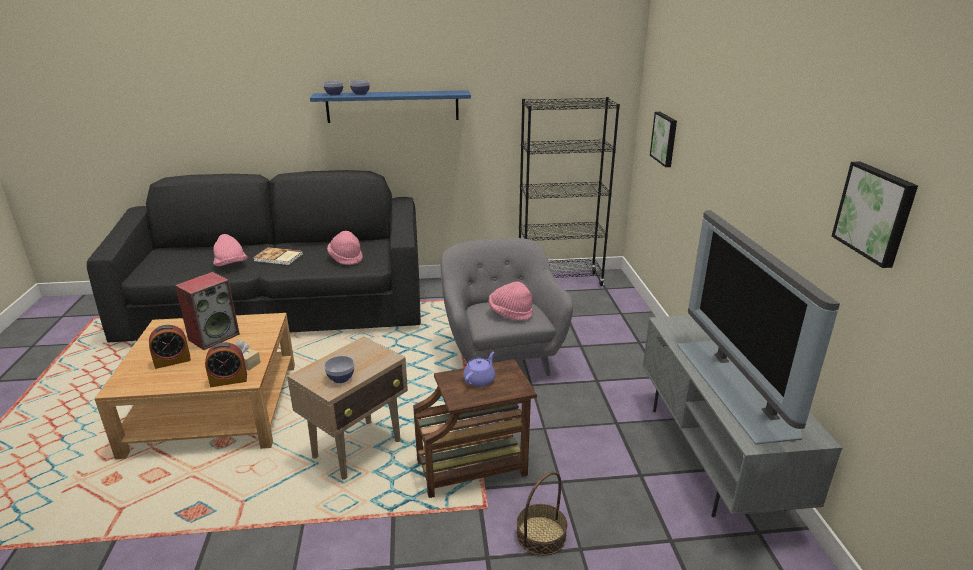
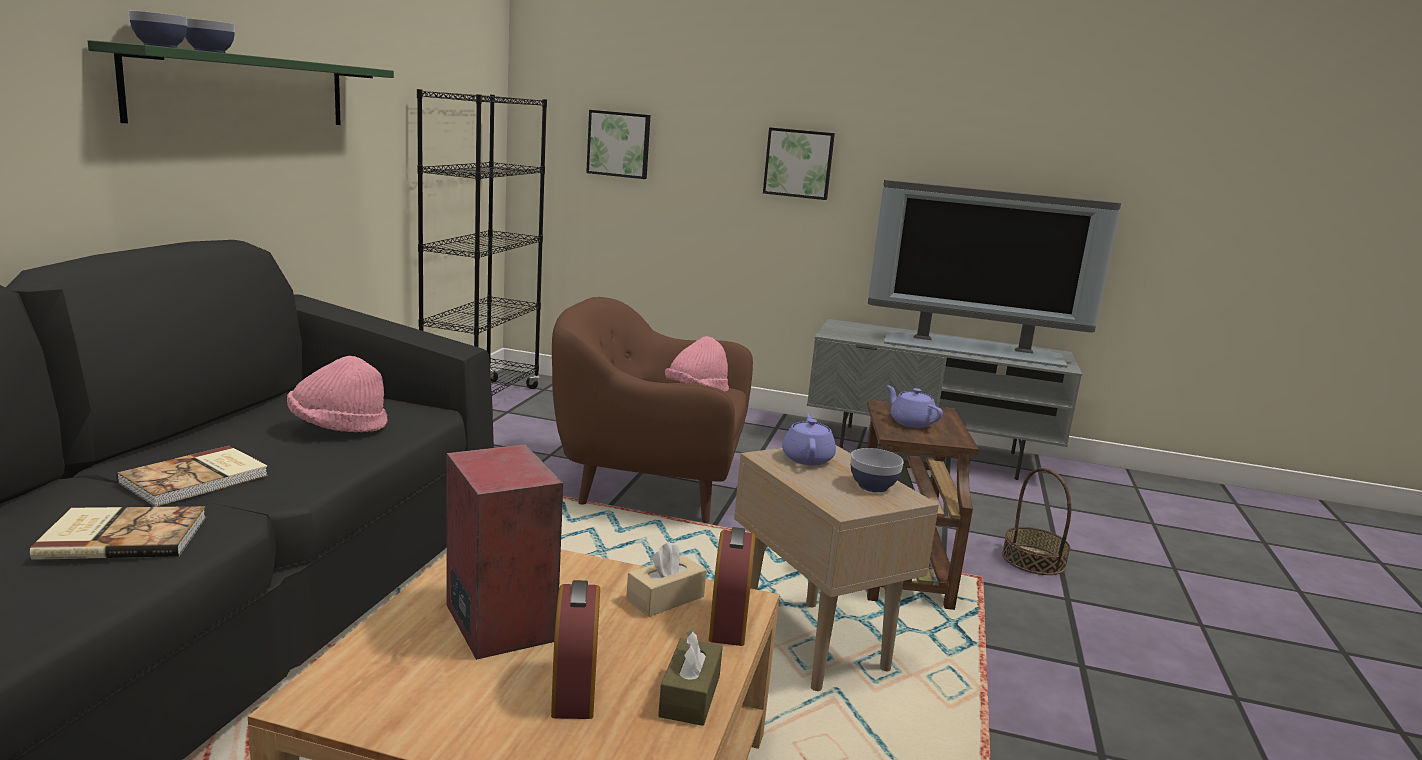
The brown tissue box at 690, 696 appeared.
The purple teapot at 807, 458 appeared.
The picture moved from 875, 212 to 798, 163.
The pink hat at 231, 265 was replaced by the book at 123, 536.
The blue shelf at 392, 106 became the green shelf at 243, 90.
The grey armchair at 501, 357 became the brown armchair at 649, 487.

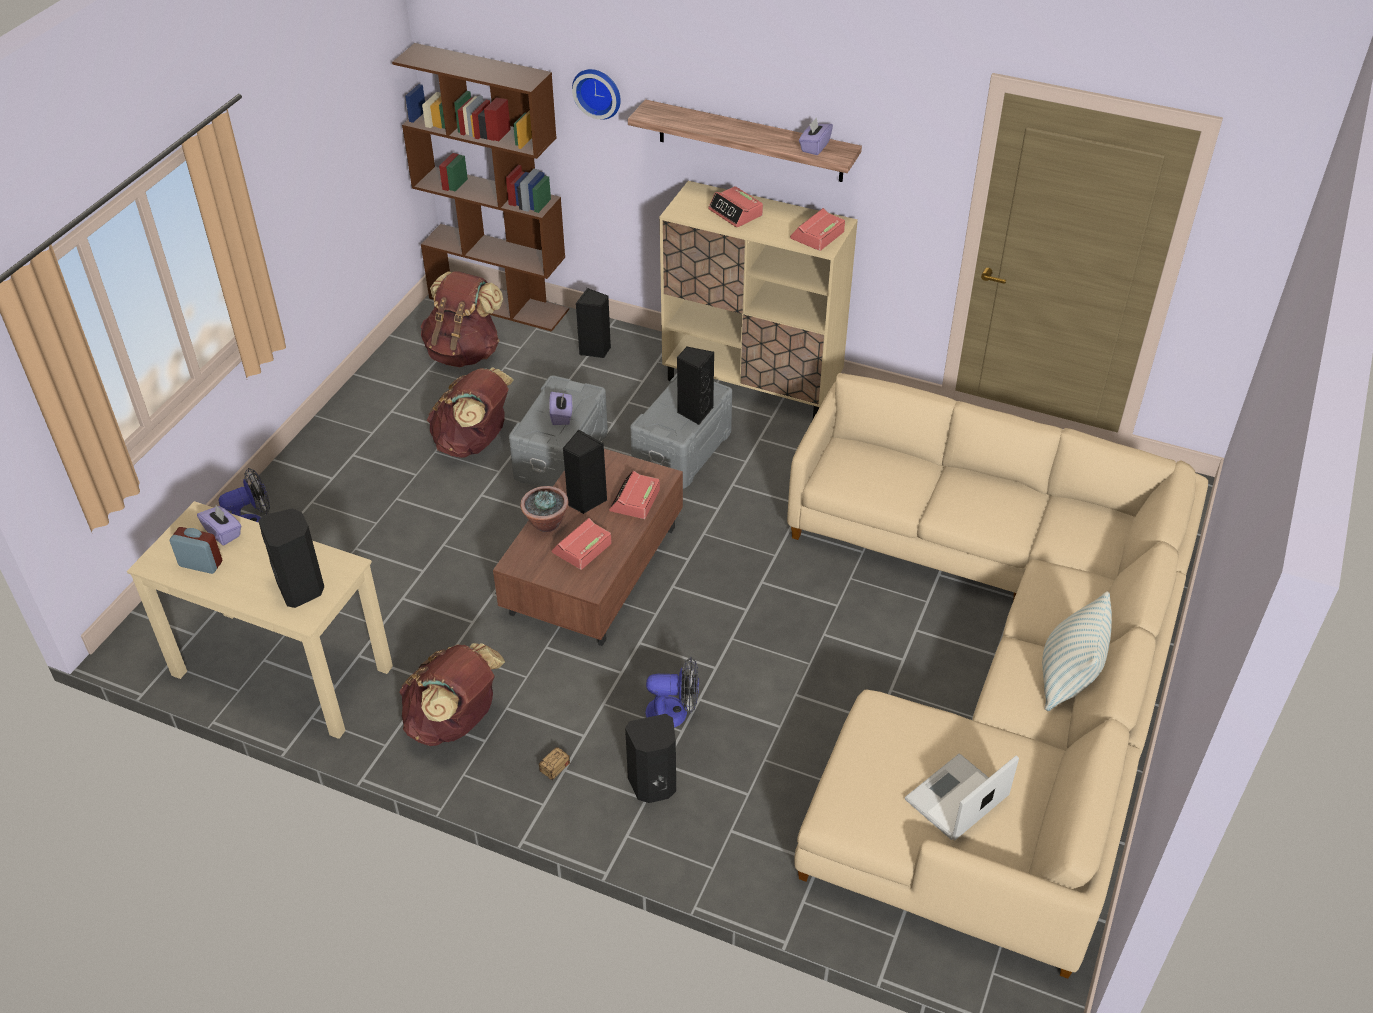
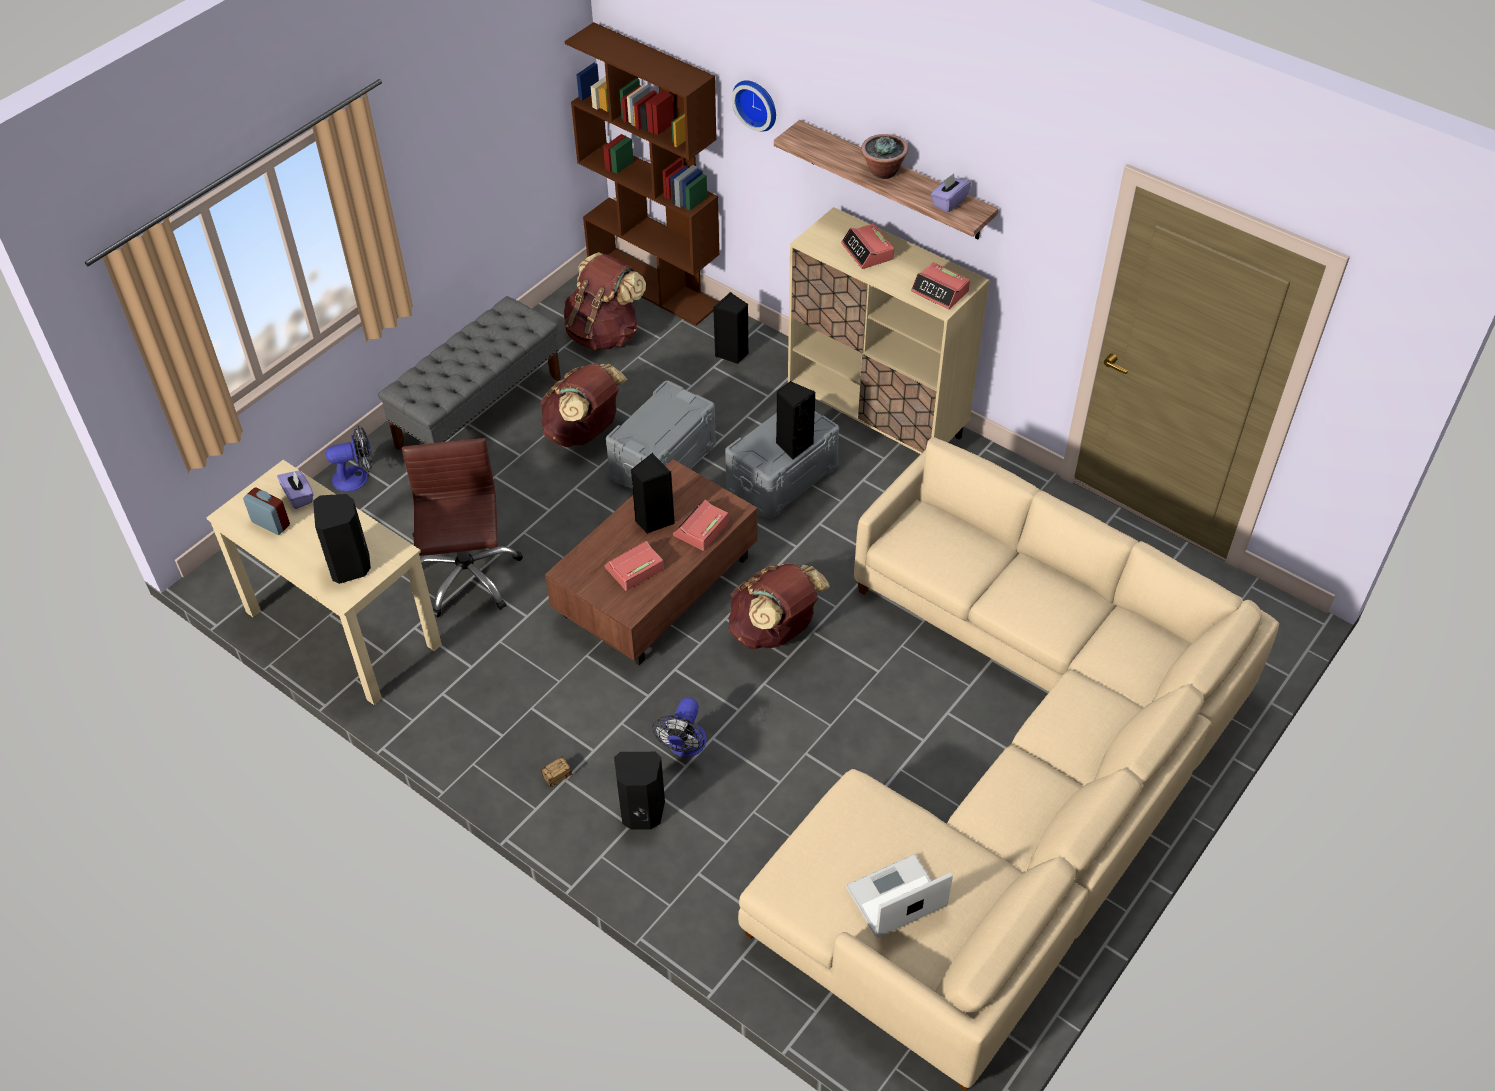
The purple tissue box at 561, 416 disappeared.
The pillow at 1067, 679 disappeared.
The grey bench at 479, 412 appeared.
The brown office chair at 467, 576 appeared.
The brown backpack moved from 455, 722 to 774, 631.
The potted plant moved from 546, 523 to 883, 171.
The fan at 674, 712 turned 90 degrees clockwise.
The alarm clock at 817, 235 turned 105 degrees counterclockwise.

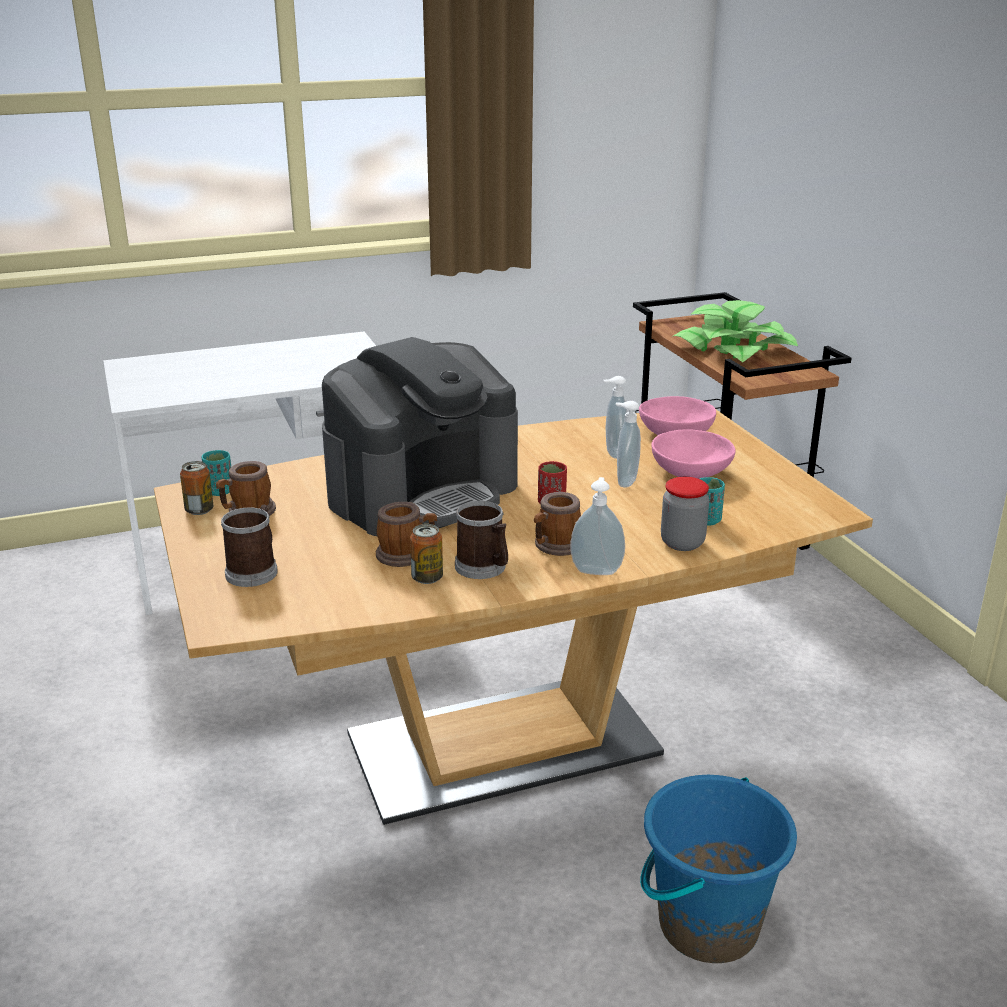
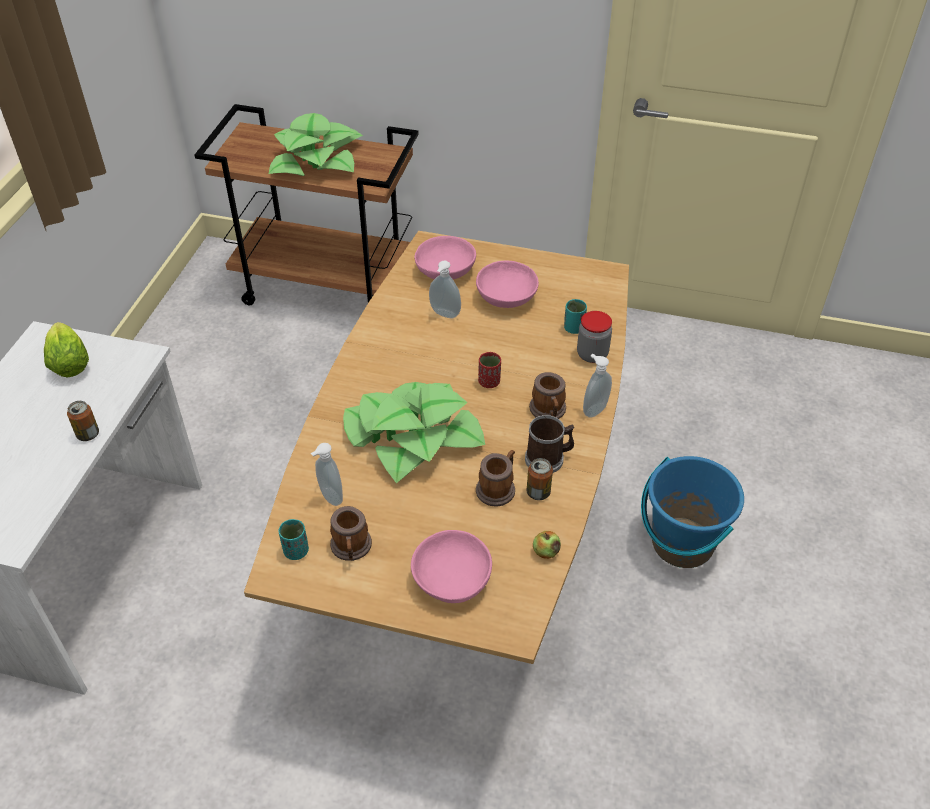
The lettuce at 69, 361 appeared.
The apple at 546, 552 appeared.
The can moved from 199, 510 to 88, 434.
The soap dispenser moved from 624, 481 to 329, 497.
The mug at 255, 570 was replaced by the pink bowl at 451, 580.
The coffee machine at 423, 493 was replaced by the potted plant at 412, 436.

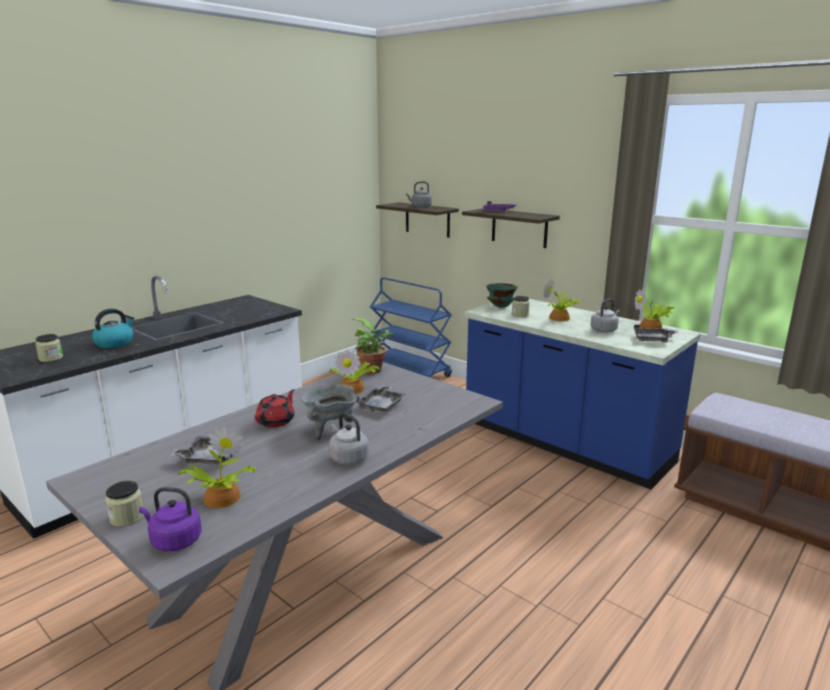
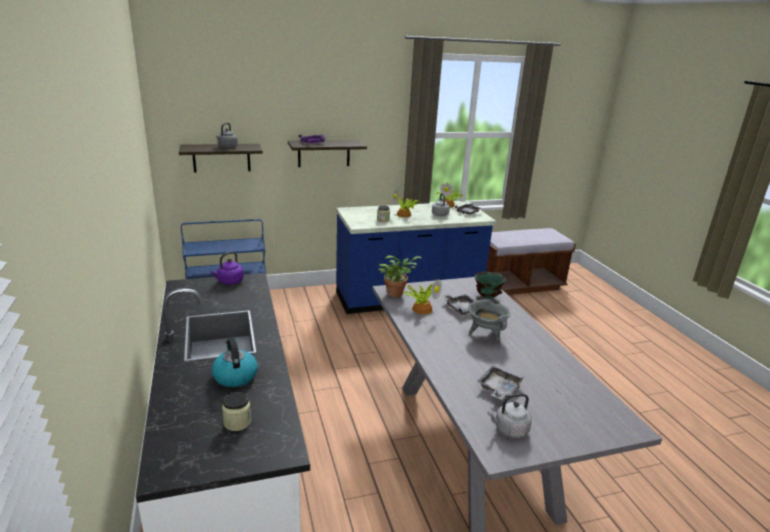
The jar at 127, 517 disappeared.
The potted plant at 220, 499 disappeared.
The red teapot at 276, 421 disappeared.
The purple kettle moved from 174, 541 to 229, 282.
The grey kettle moved from 347, 458 to 509, 430.
The green bowl moved from 500, 307 to 487, 297.

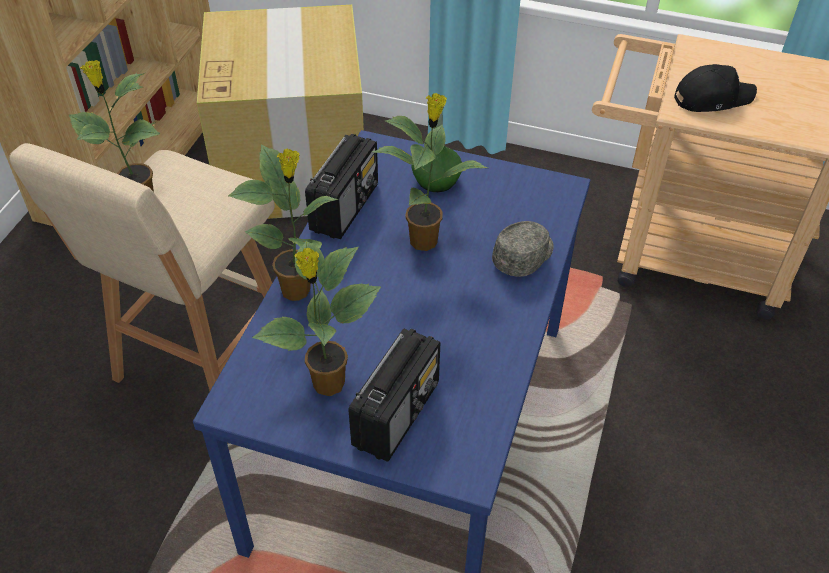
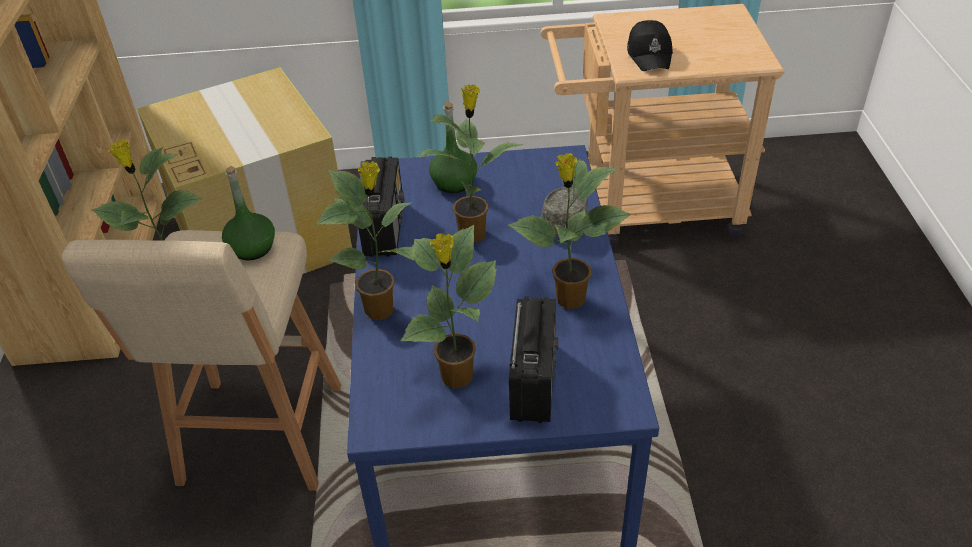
The green bottle at 252, 248 appeared.
The potted plant at 569, 300 appeared.
The black cap at 712, 98 turned 120 degrees clockwise.

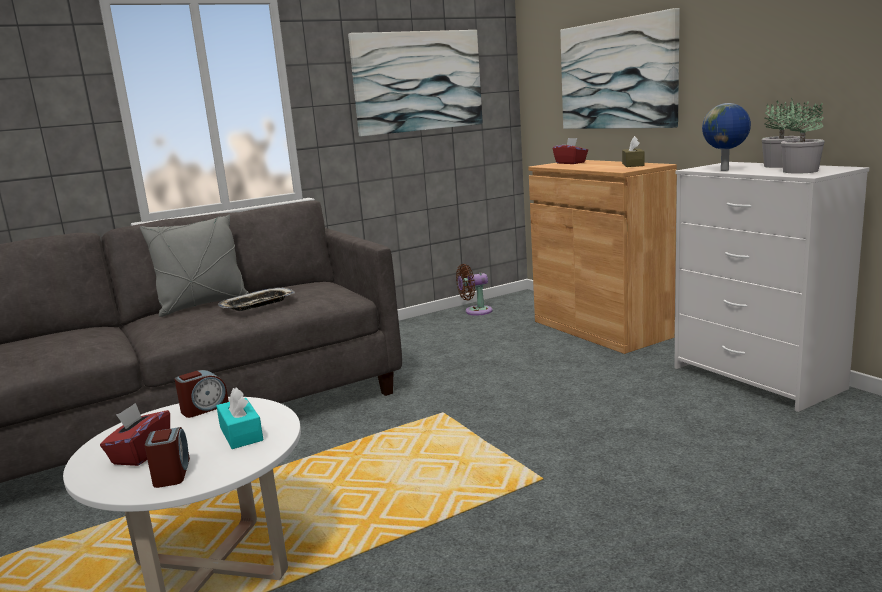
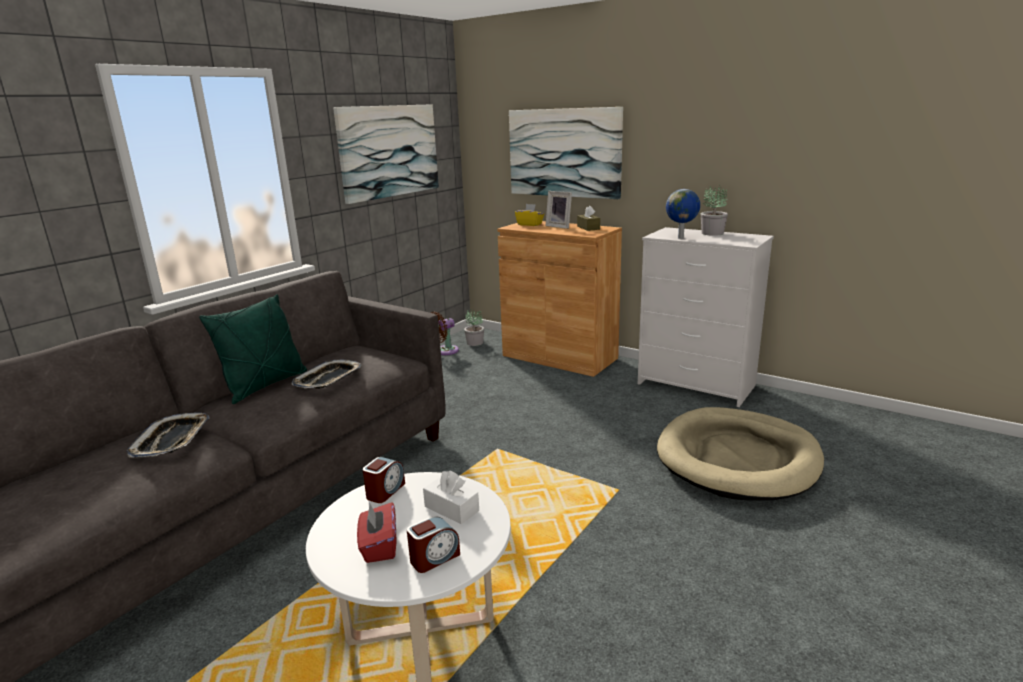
The tray at 172, 440 appeared.
The picture frame at 560, 226 appeared.
The beige dog bed at 737, 458 appeared.
The potted plant moved from 800, 171 to 475, 343.
The grey pillow at 203, 305 became the green pillow at 265, 385.
The turquoise tissue box at 241, 434 became the white tissue box at 451, 509.
The red tissue box at 570, 163 became the yellow tissue box at 530, 224.
The alarm clock at 172, 473 turned 90 degrees clockwise.

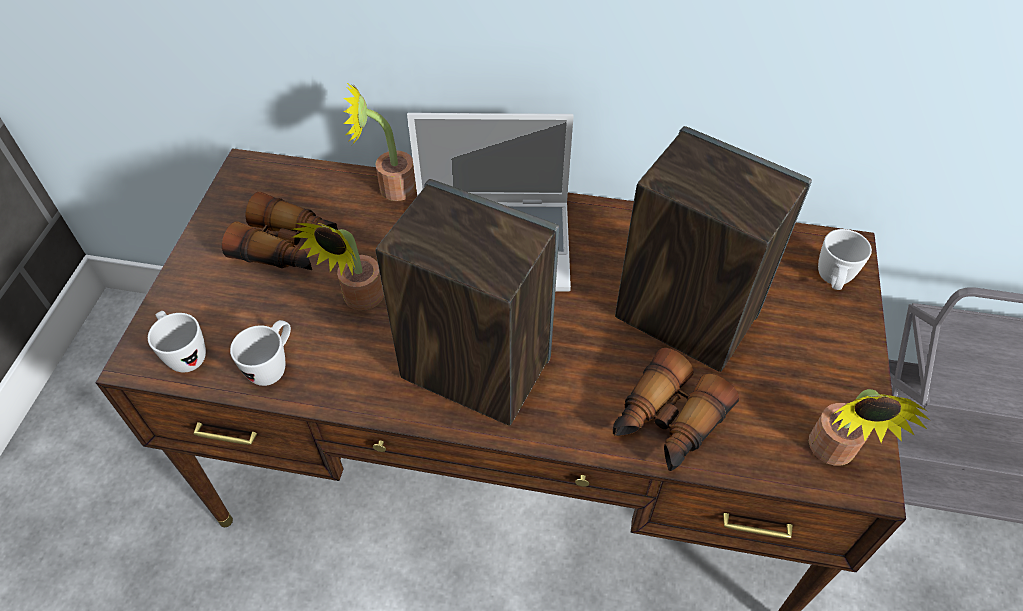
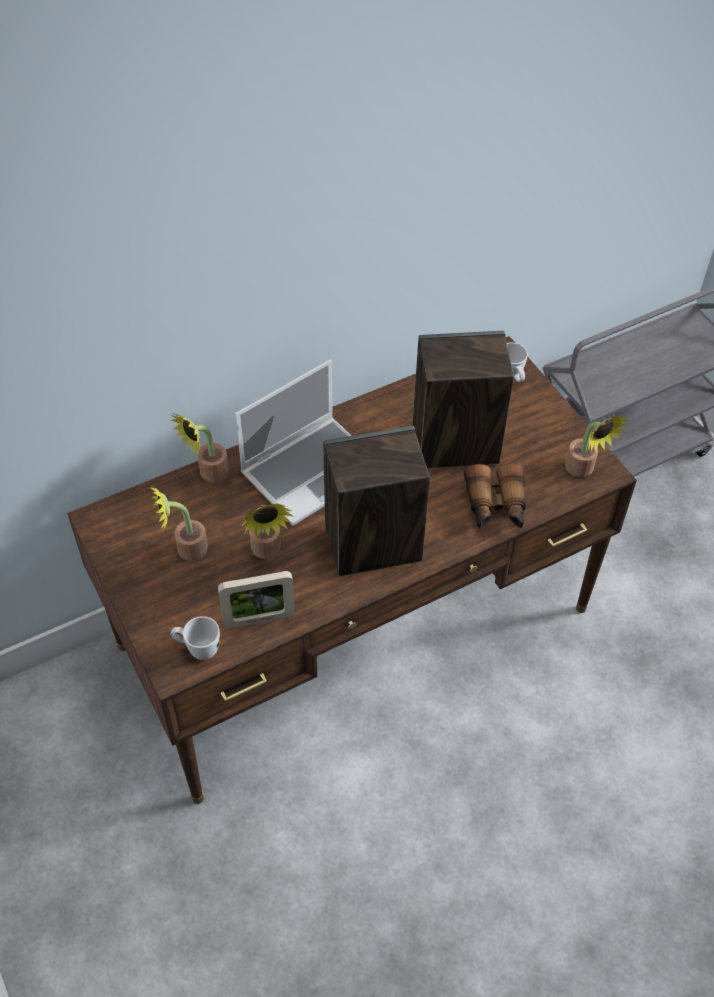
The binoculars at 287, 247 was replaced by the potted plant at 186, 550.
The white mug at 273, 366 was replaced by the picture frame at 259, 619.

